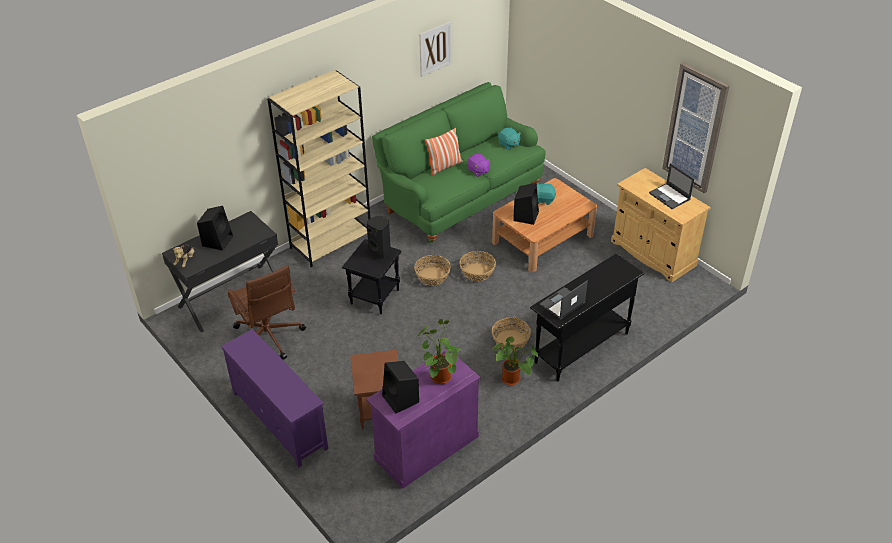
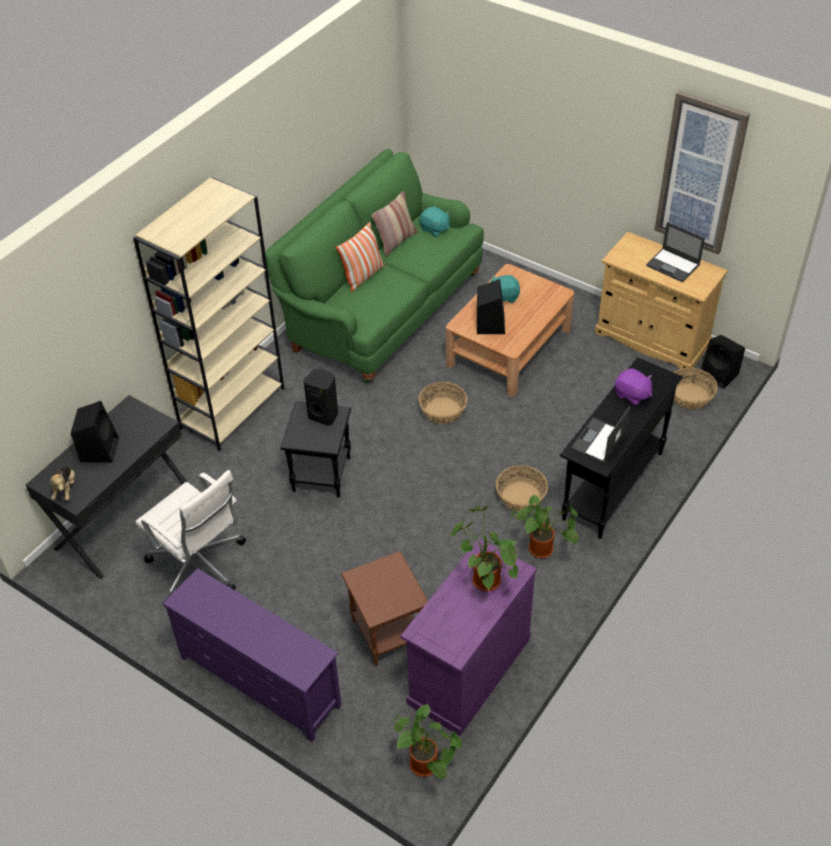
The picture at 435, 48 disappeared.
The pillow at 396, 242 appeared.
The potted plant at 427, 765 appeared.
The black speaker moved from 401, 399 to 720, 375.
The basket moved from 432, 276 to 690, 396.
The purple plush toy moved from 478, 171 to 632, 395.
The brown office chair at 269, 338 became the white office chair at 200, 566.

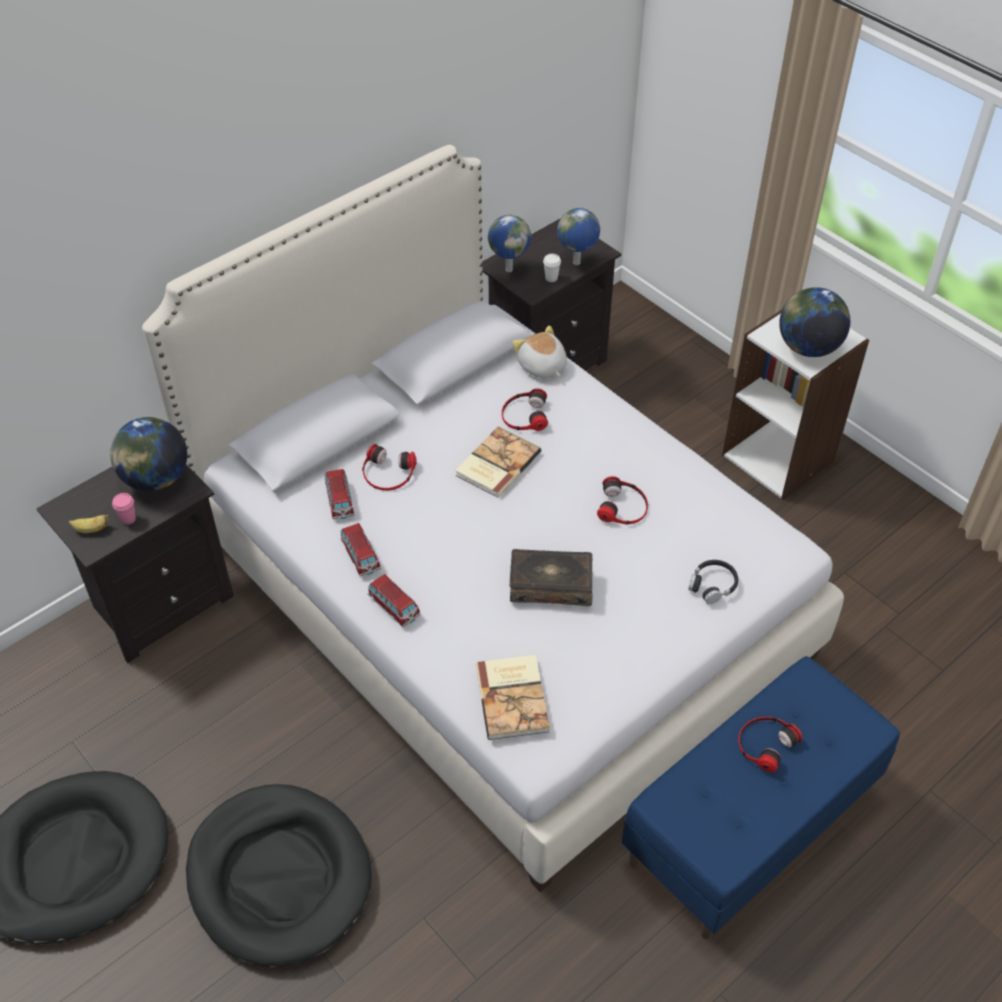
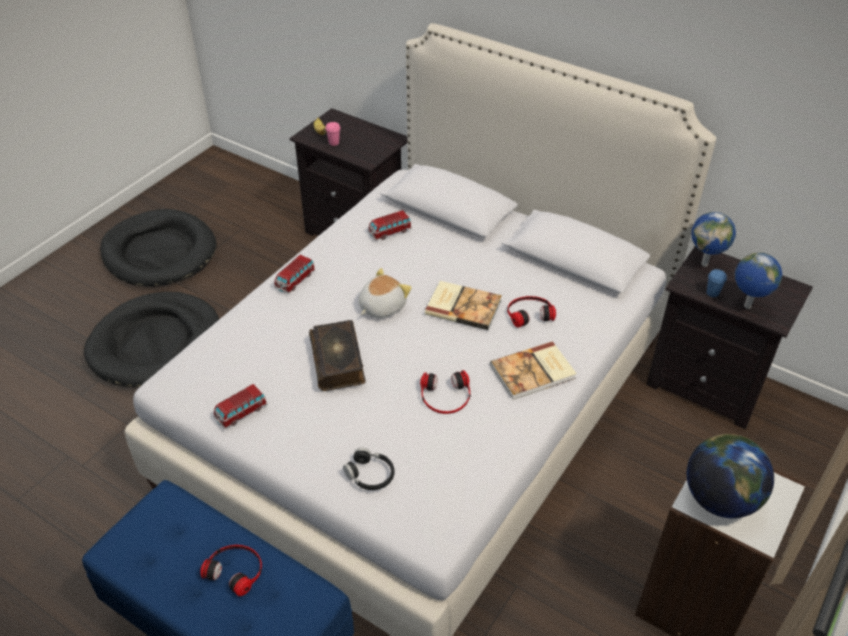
The globe at 155, 479 disappeared.
The headphones at 388, 473 disappeared.
The toy car moved from 360, 556 to 241, 413.
The book moved from 514, 698 to 534, 372.
The plush toy moved from 542, 366 to 381, 306.
The white cup at 551, 278 became the blue cup at 712, 293.

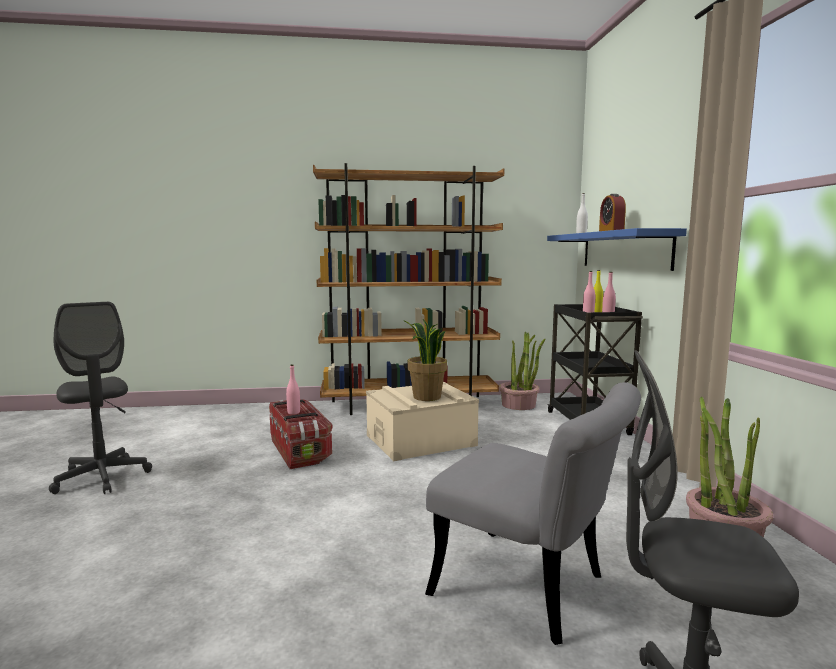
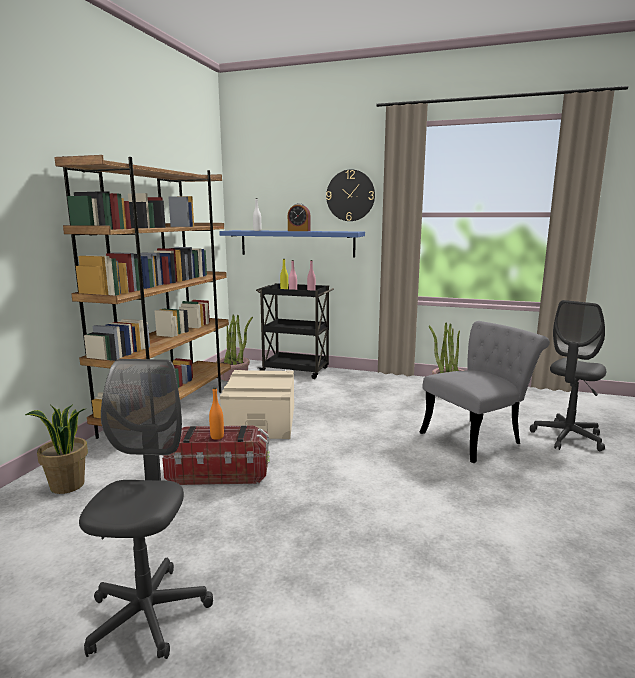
The wall clock at 350, 195 appeared.
The potted plant moved from 426, 397 to 67, 486.
The pink bottle at 293, 413 became the orange bottle at 217, 437.
The grey office chair at 102, 478 turned 75 degrees counterclockwise.

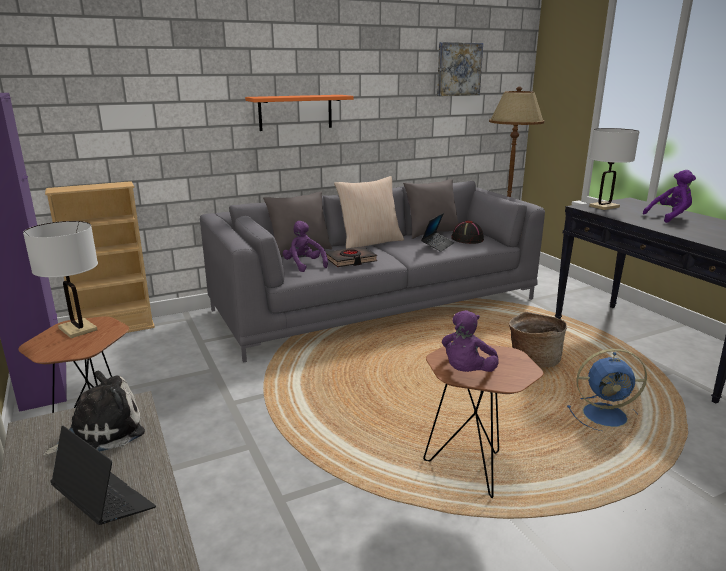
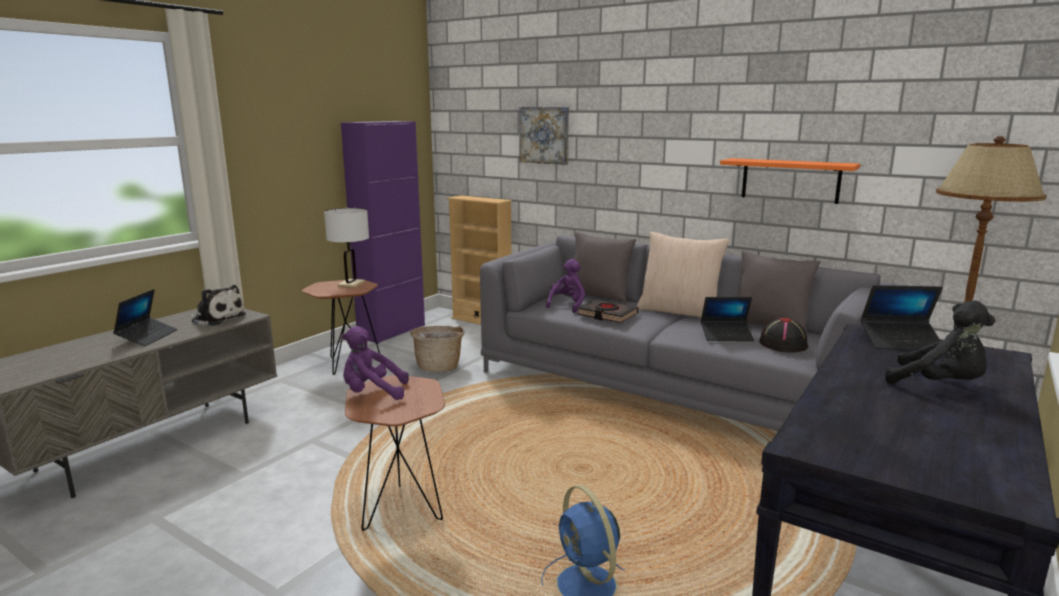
The orange shelf moved from 295, 112 to 790, 180.
The picture moved from 458, 69 to 544, 135.
The basket moved from 533, 360 to 439, 367.
The white table lamp at 604, 206 was replaced by the laptop at 900, 342.
The purple plush toy at 670, 217 became the black plush toy at 939, 385.

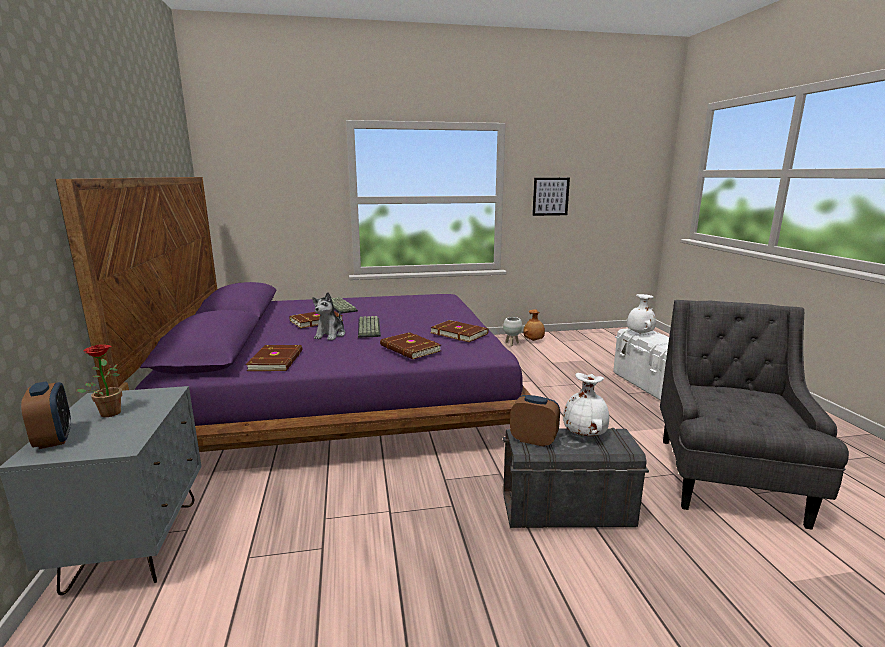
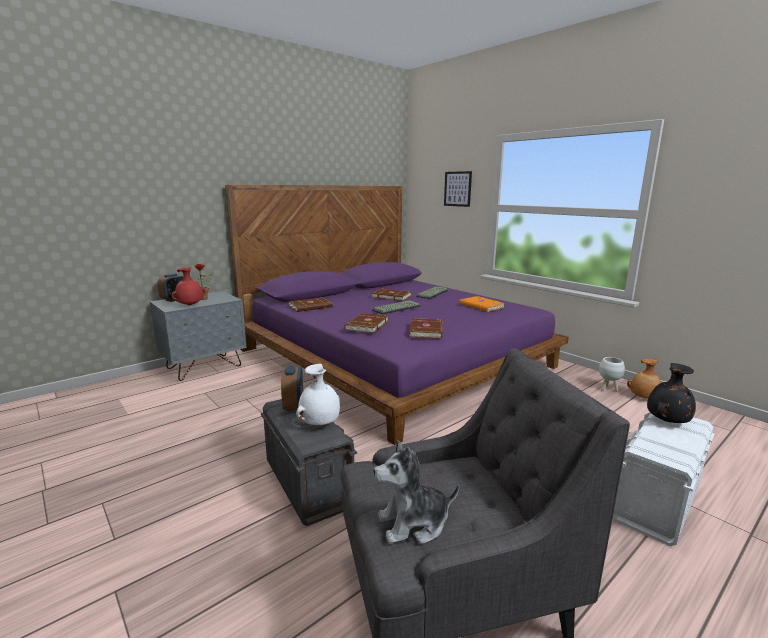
The red vase at 190, 305 appeared.
The orange book at 481, 306 appeared.
The plush toy moved from 330, 335 to 413, 523.
The picture moved from 550, 196 to 457, 189.
The white vase at 639, 333 became the black vase at 666, 421.

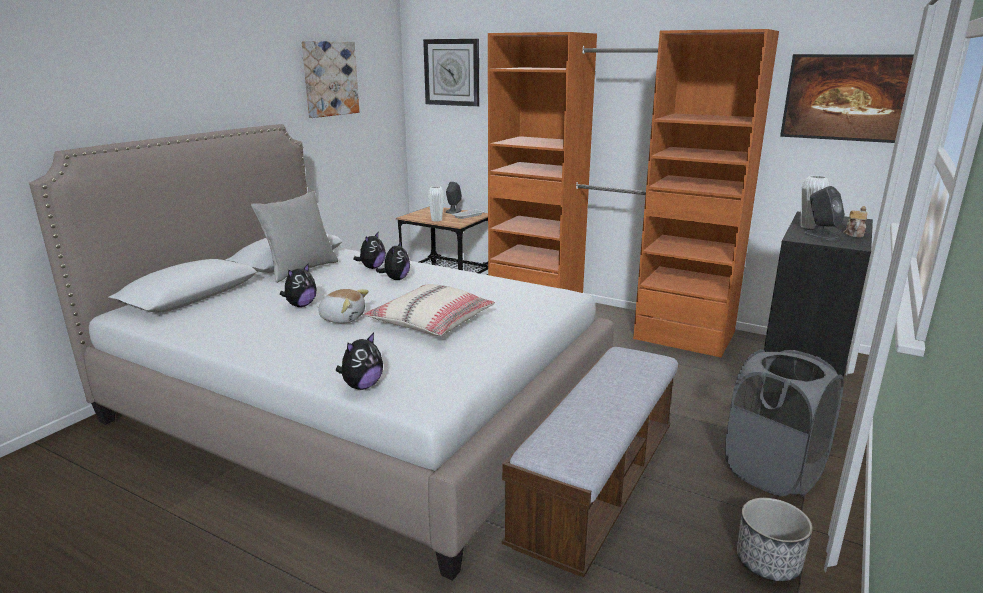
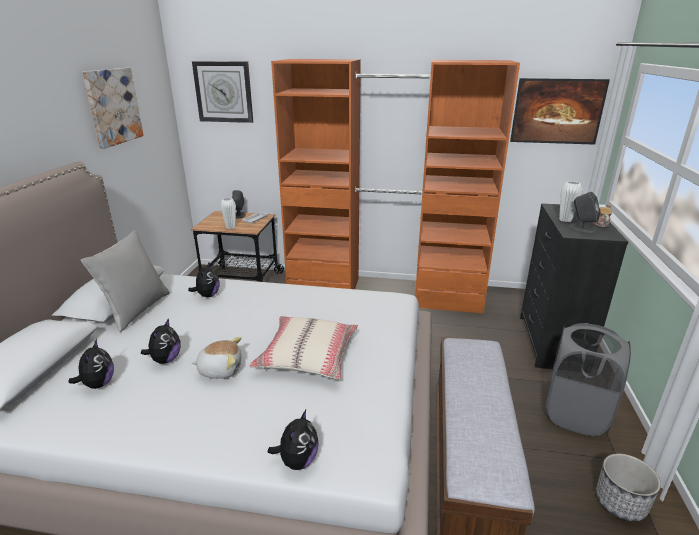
The plush toy moved from 396, 279 to 98, 384.

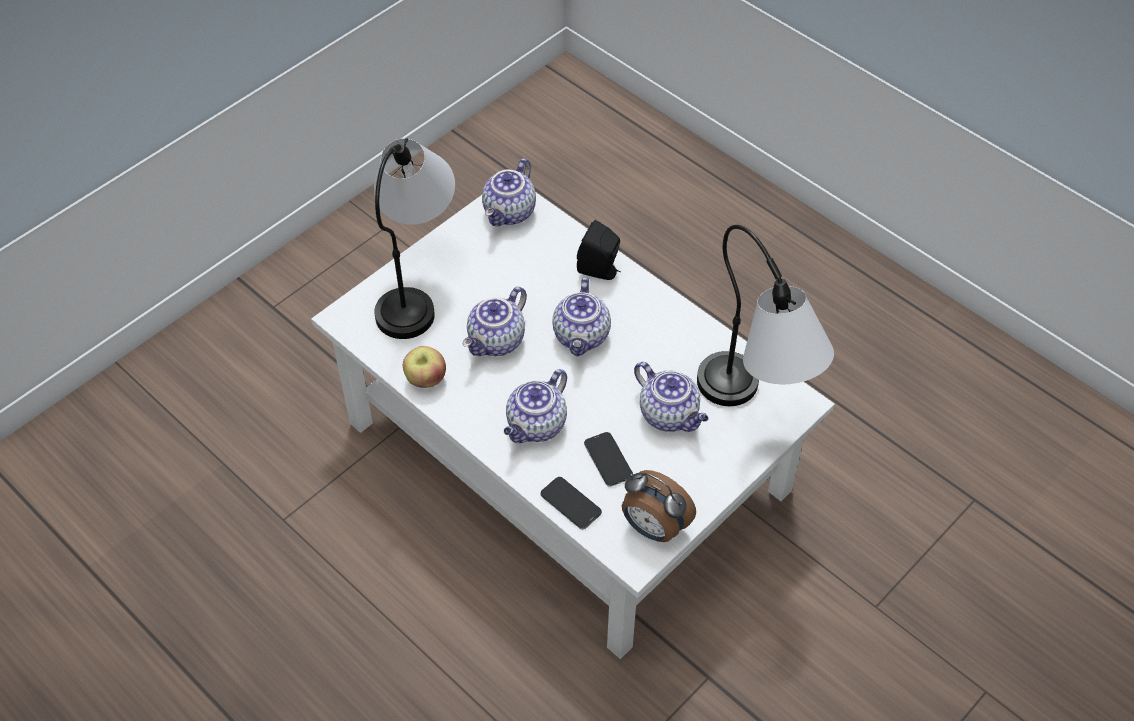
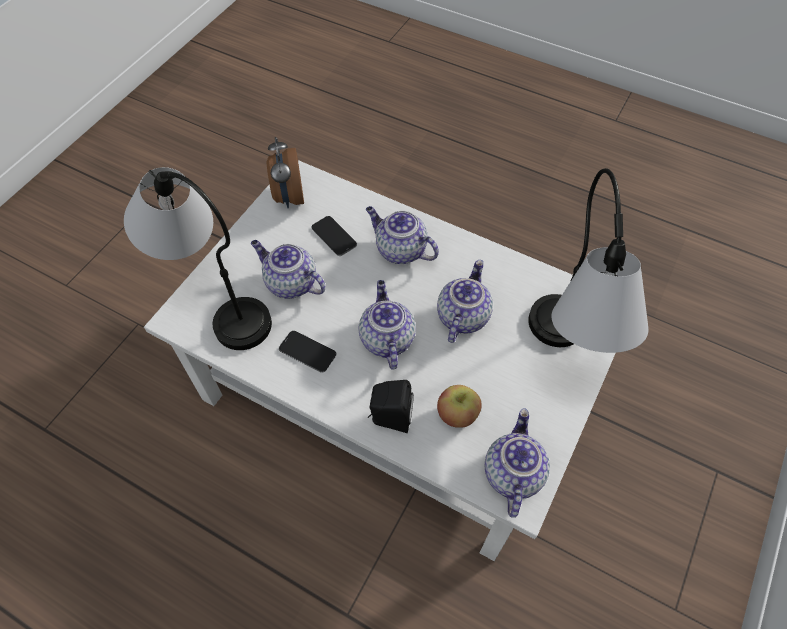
The apple moved from 425, 379 to 457, 414.
The phone moved from 570, 504 to 307, 352.
The teapot at 536, 426 turned 75 degrees counterclockwise.
The alarm clock at 653, 528 turned 120 degrees counterclockwise.

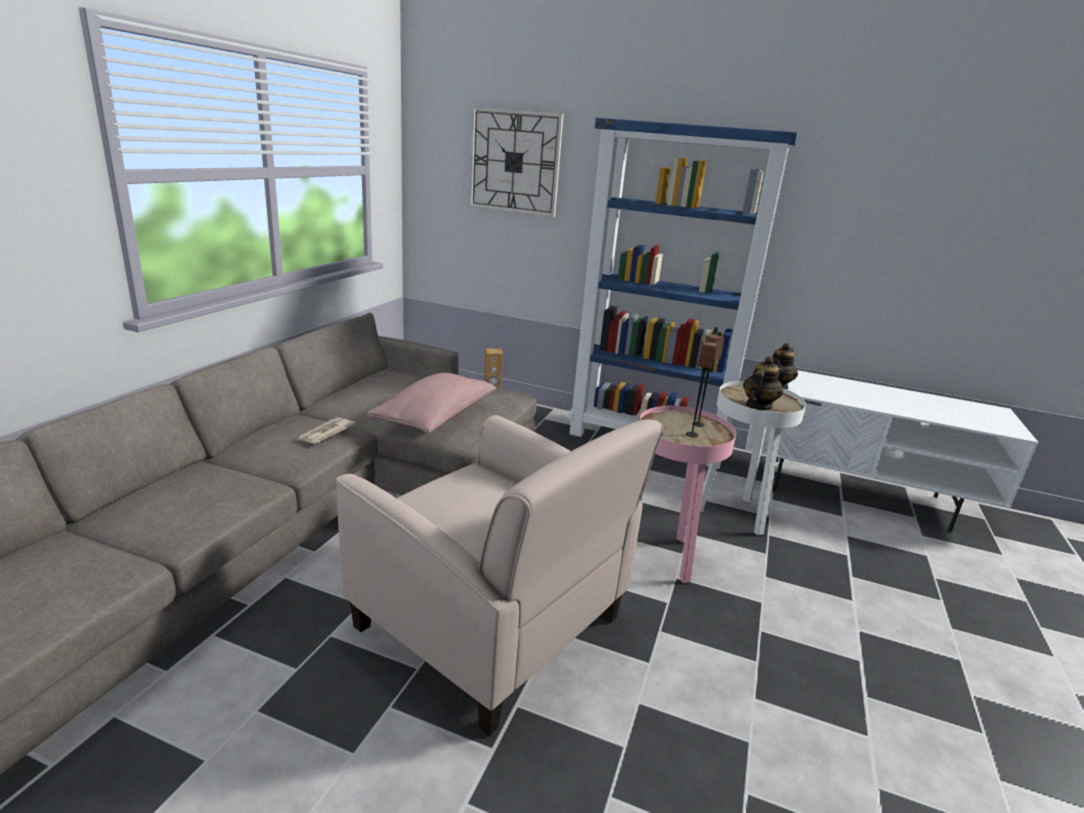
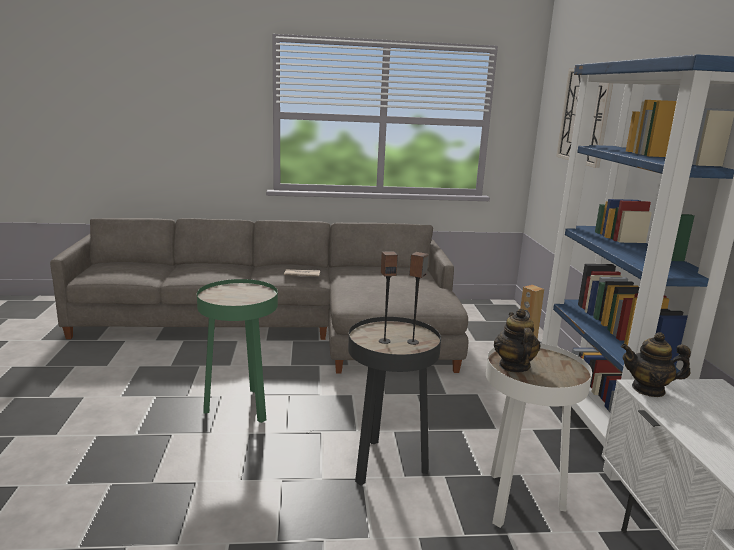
The pink pillow at 435, 417 disappeared.
The beige armchair at 492, 624 was replaced by the green side table at 240, 408.
The pink side table at 663, 557 became the black side table at 386, 466.
The teapot at 758, 406 turned 105 degrees counterclockwise.

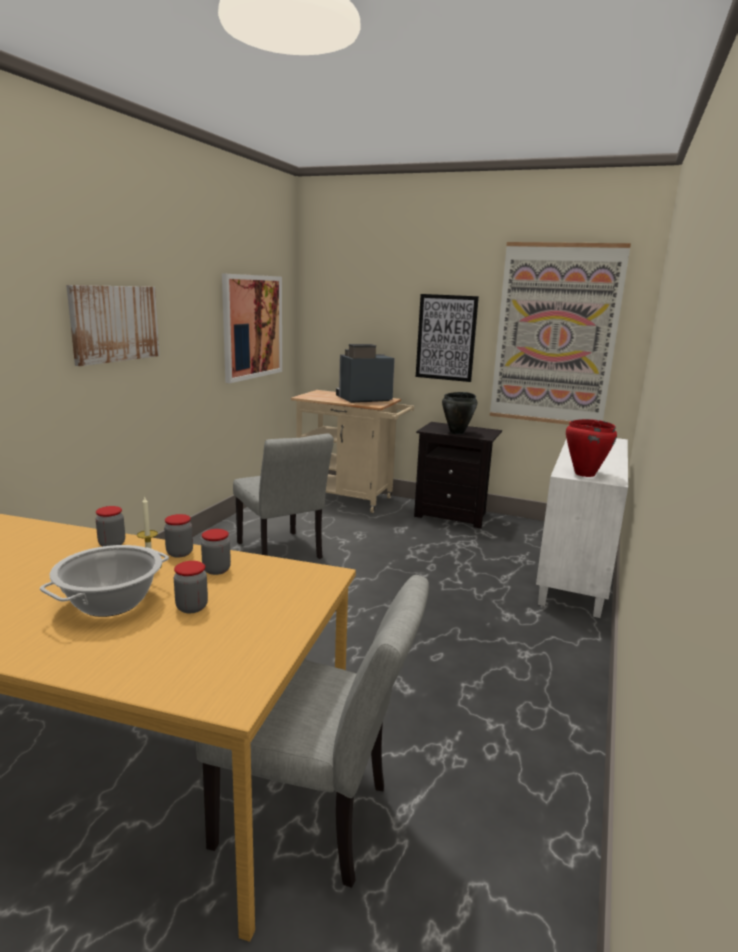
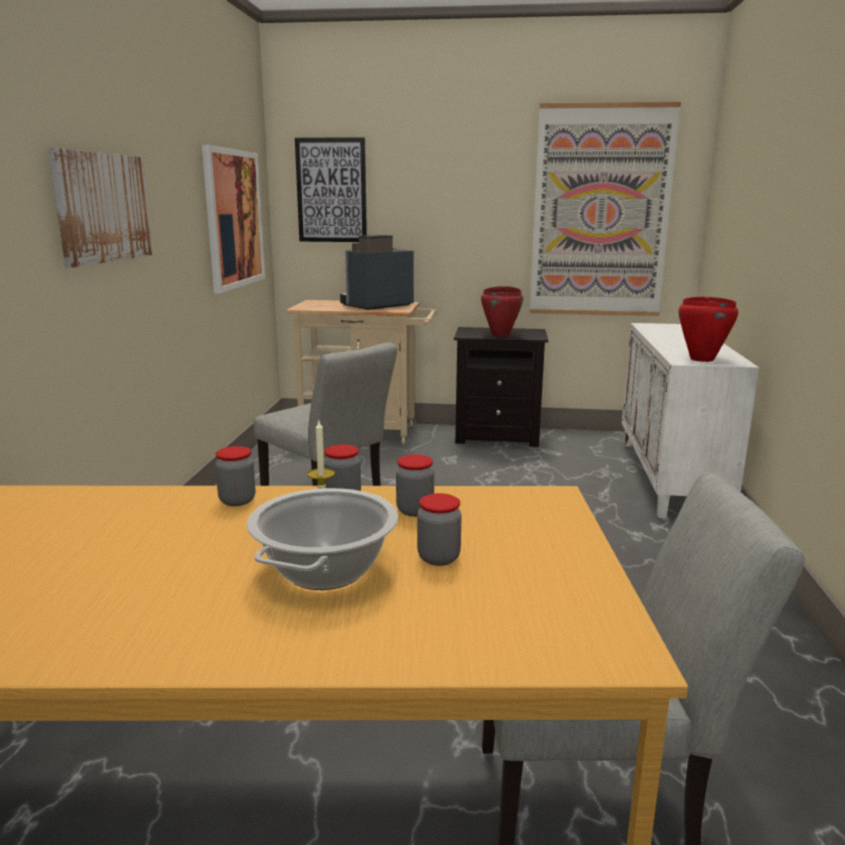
The picture moved from 446, 337 to 331, 190.
The black cooking pot at 457, 432 became the red cooking pot at 501, 335.

